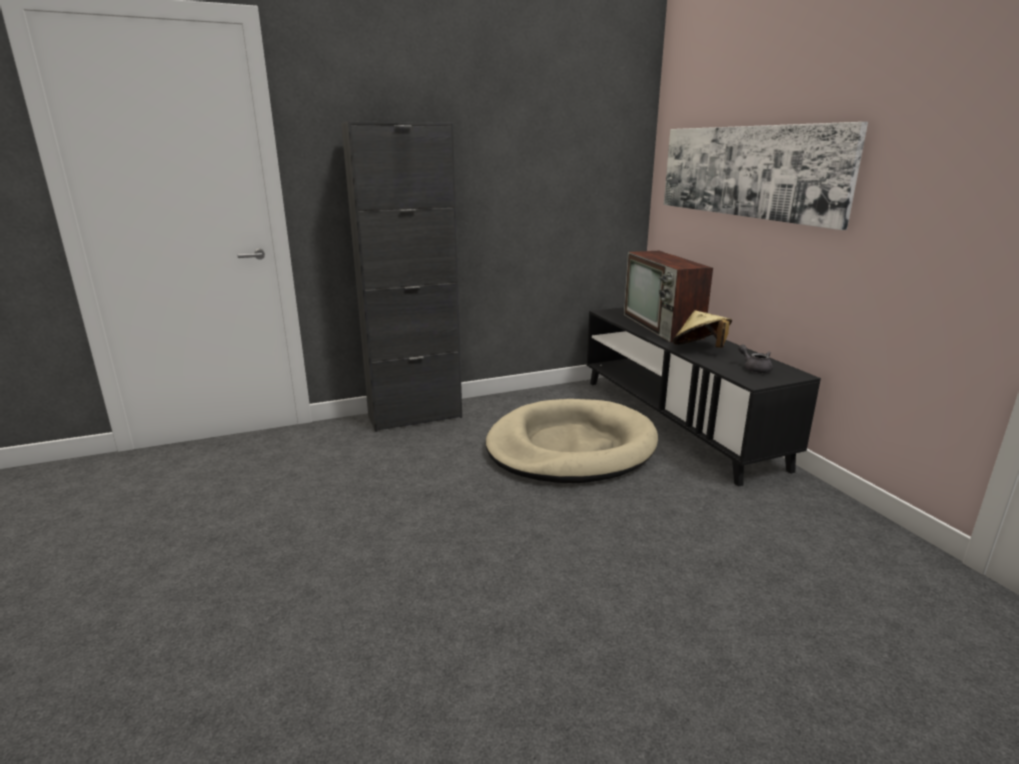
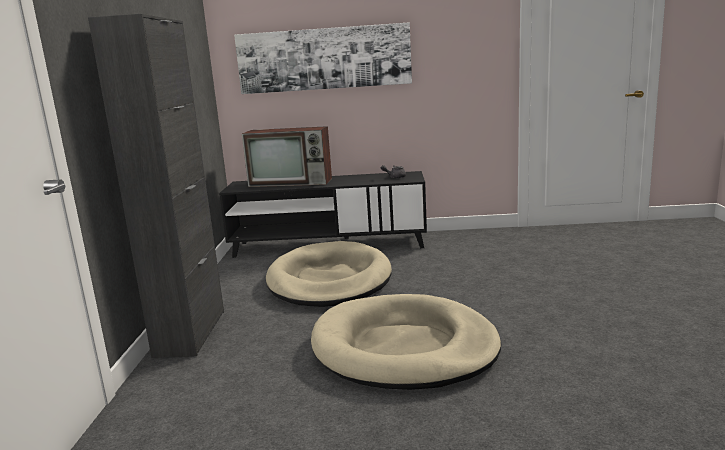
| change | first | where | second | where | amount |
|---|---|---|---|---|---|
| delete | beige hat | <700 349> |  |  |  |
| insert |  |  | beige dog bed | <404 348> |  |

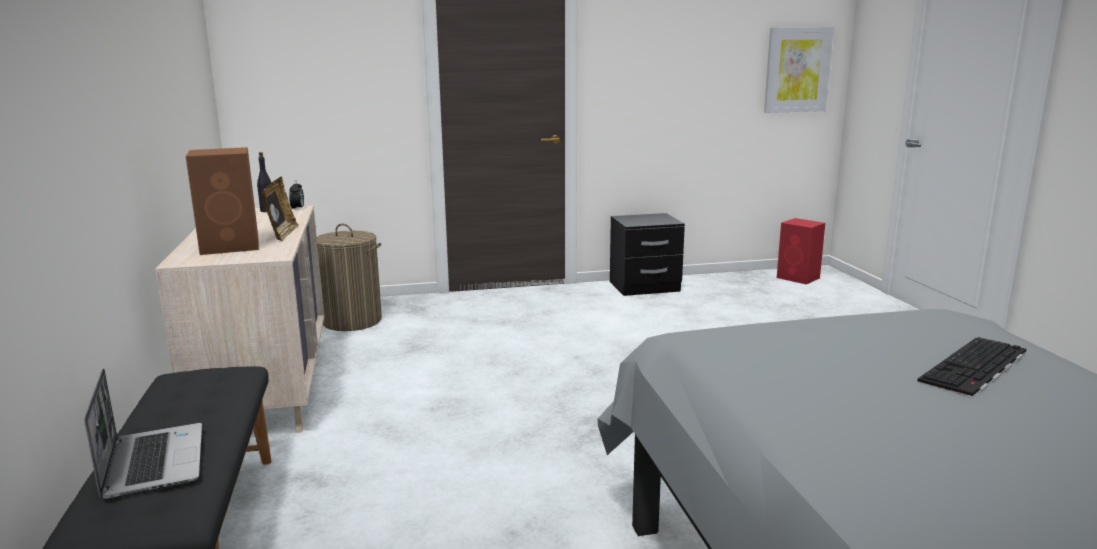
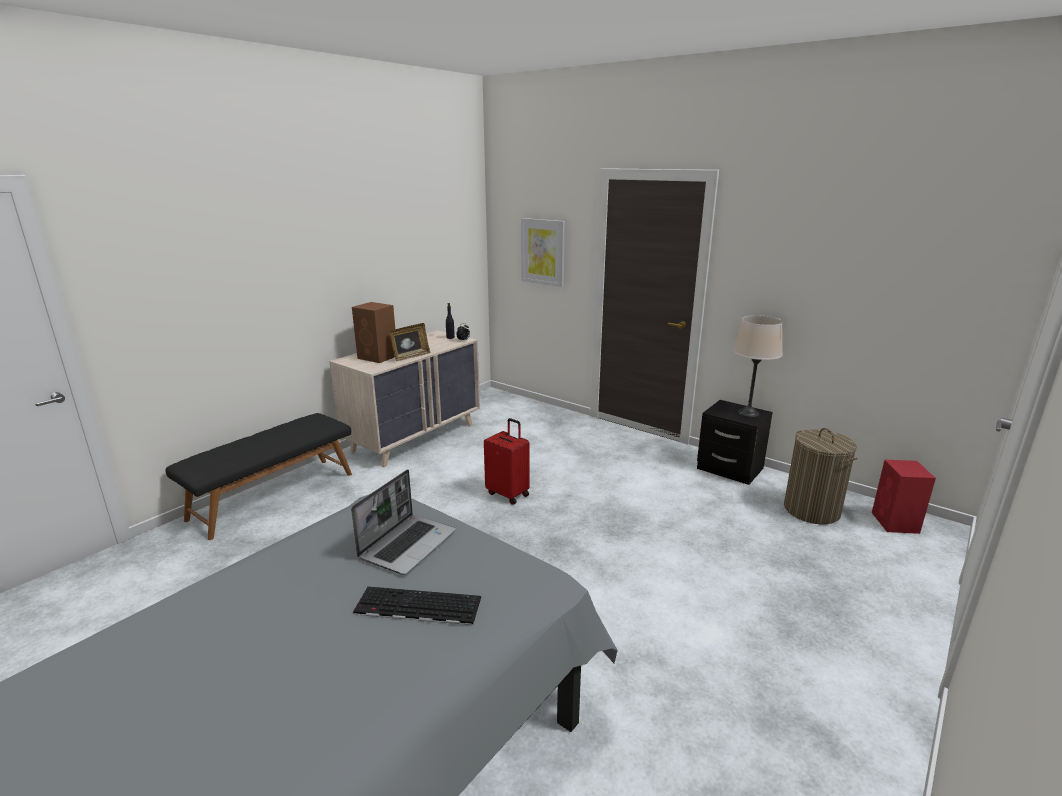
| change | first | where | second | where | amount |
|---|---|---|---|---|---|
| move | picture | <797 70> |  | <543 252> |  |
| move | laundry basket | <352 321> |  | <811 510> |  |
| move | laptop | <152 462> |  | <408 544> |  |
| insert |  |  | beige table lamp | <748 413> |  |
| insert |  |  | red suitcase | <508 494> |  |

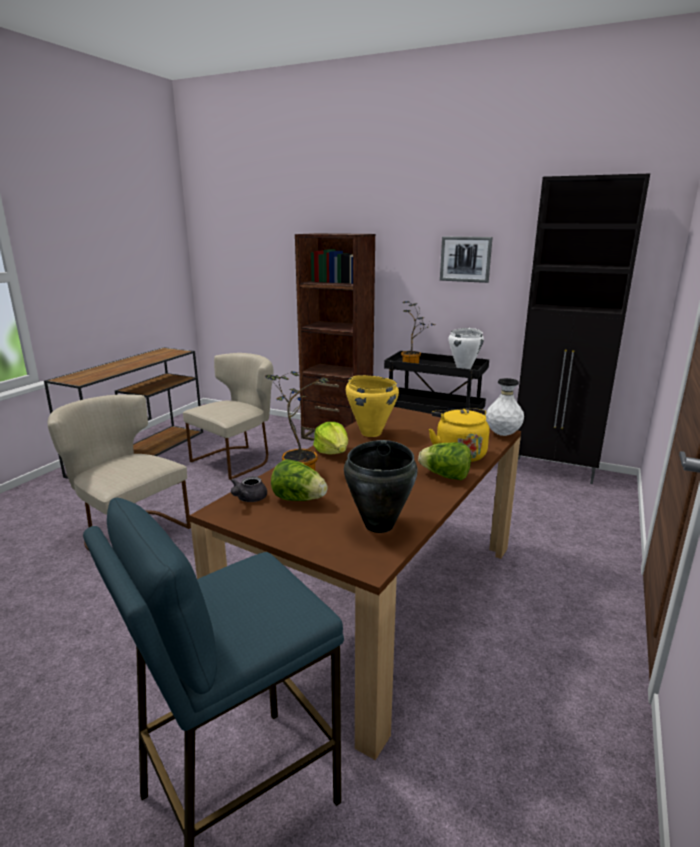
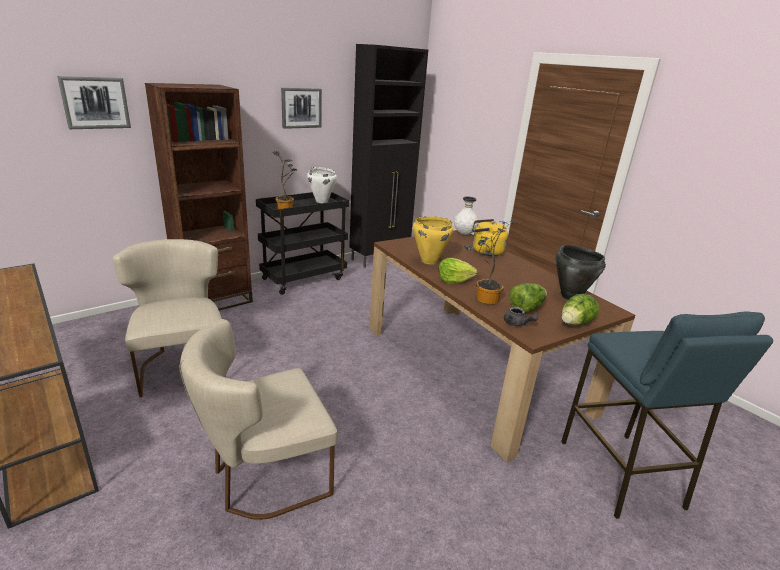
| change | first | where | second | where | amount |
|---|---|---|---|---|---|
| move | lettuce | <445 476> |  | <574 324> |  |
| insert |  |  | picture | <95 103> |  |

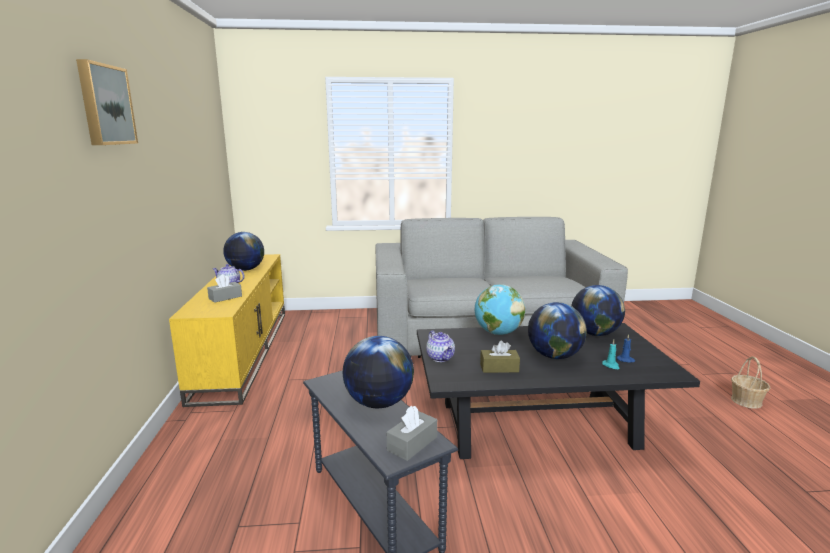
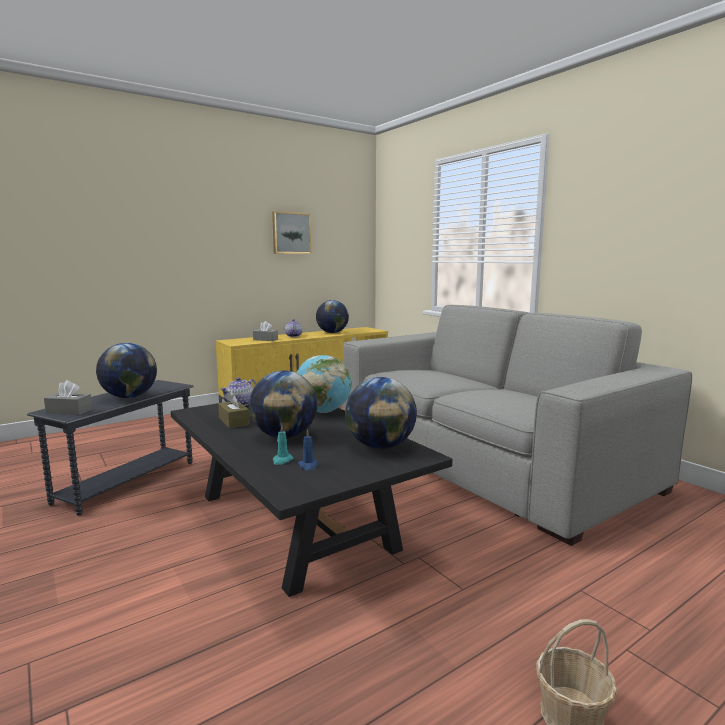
| change | first | where | second | where | amount |
|---|---|---|---|---|---|
| move | picture | <105 105> |  | <291 233> |  |

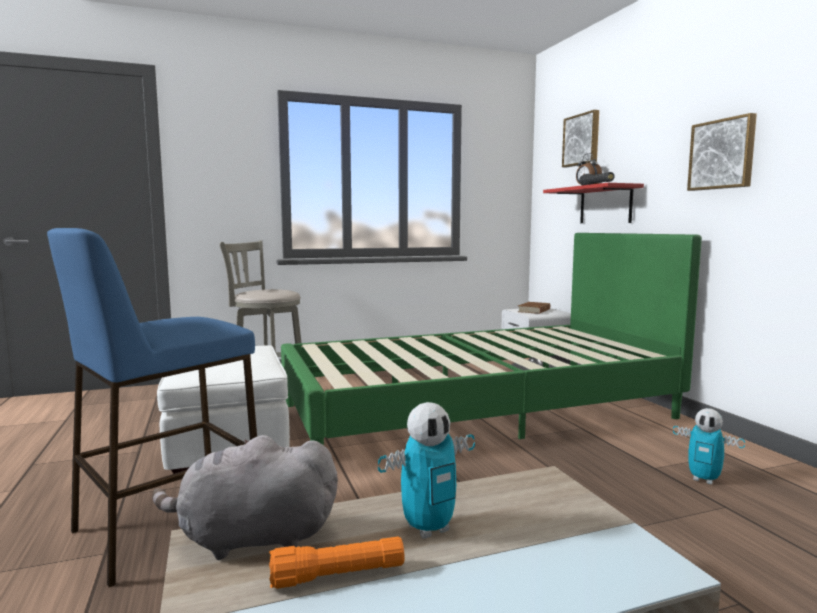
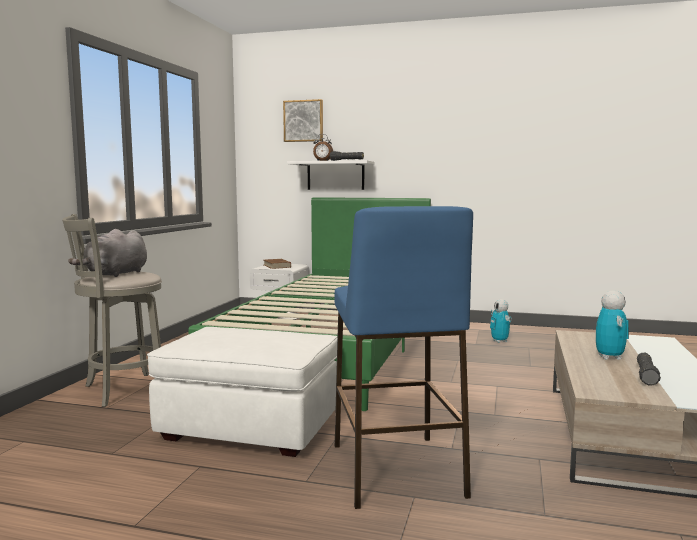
| change | first | where | second | where | amount |
|---|---|---|---|---|---|
| delete | picture | <722 154> |  |  |  |
| recolor | red shelf | <605 205> | white shelf | <335 175> |  |
| rotate | toy robot | <704 479> |  | <499 341> | 90 degrees clockwise |
| move | grey plush toy | <251 539> |  | <115 274> |  |
| recolor | orange flashlight | <338 576> | black flashlight | <646 376> |  |

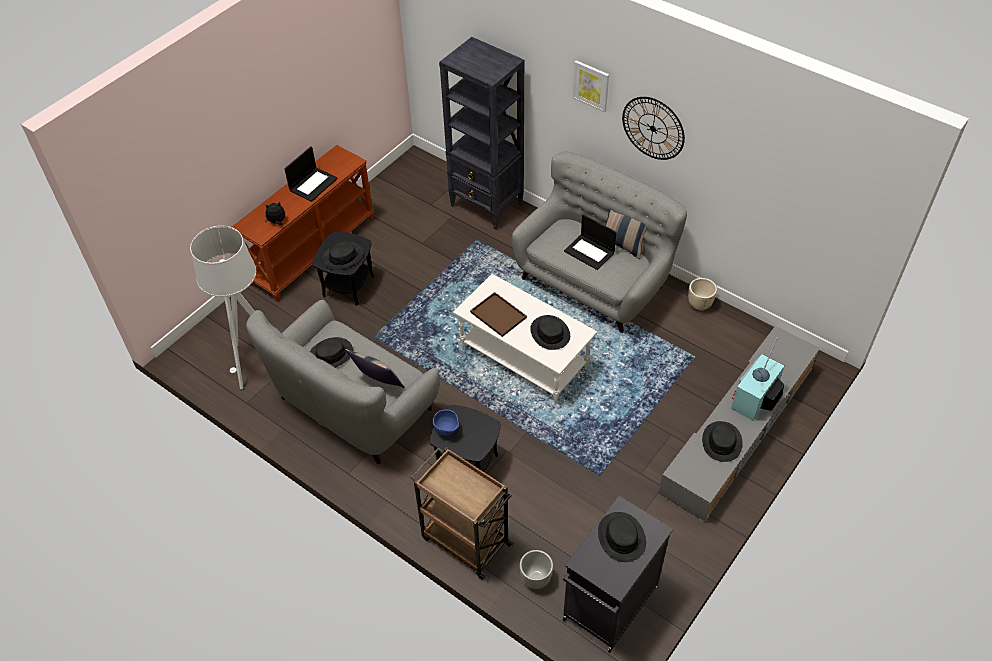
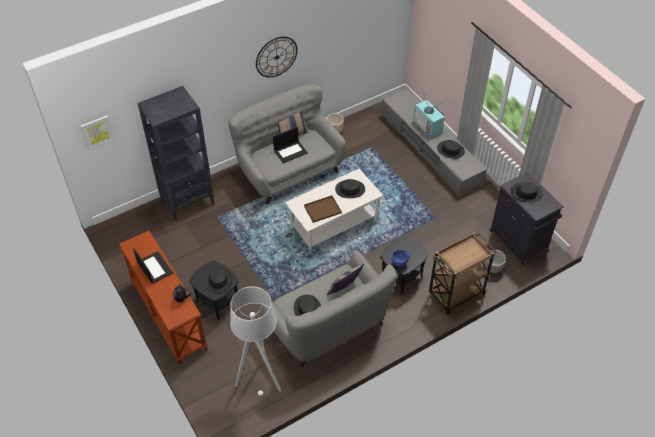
| change | first | where | second | where | amount |
|---|---|---|---|---|---|
| move | picture | <591 85> |  | <97 132> |  |

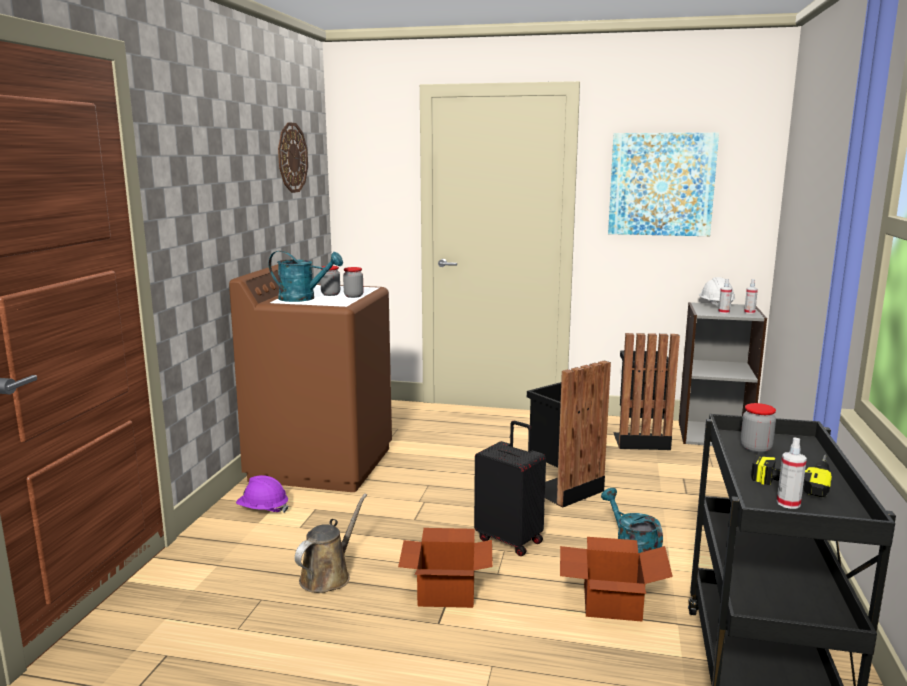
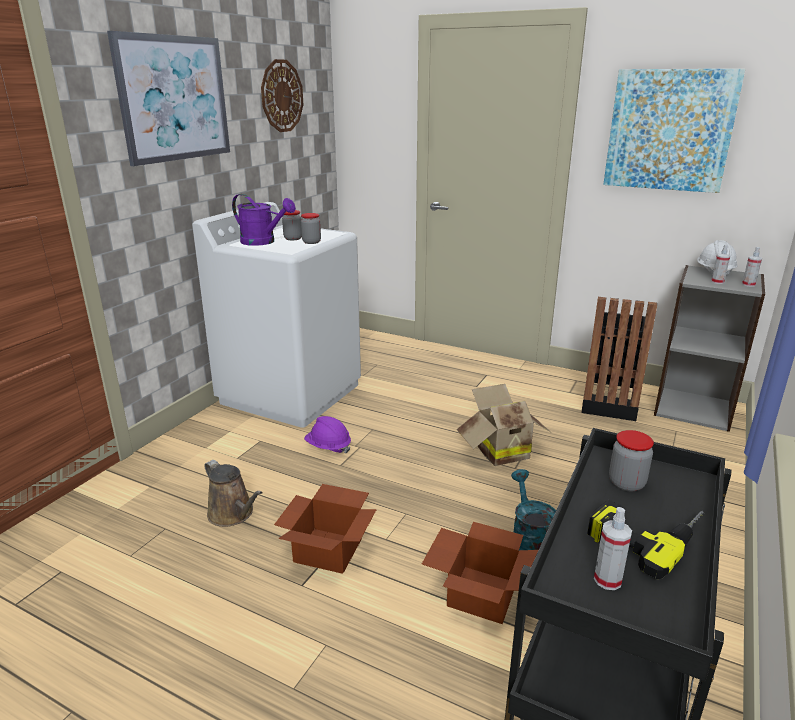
| change | first | where | second | where | amount |
|---|---|---|---|---|---|
| recolor | turquoise watering can | <303 298> | purple watering can | <263 242> |  |
| recolor | brown washing machine | <322 463> | white washing machine | <291 393> |  |
| replace | black trash can | <562 488> | cardboard box | <499 451> |  |
| delete | black suitcase | <510 540> |  |  |  |
| move | purple hard hat | <263 510> |  | <328 447> |  |
| rotate | brown watering can | <328 576> |  | <233 514> | 90 degrees clockwise |
| insert |  |  | picture | <174 99> |  |

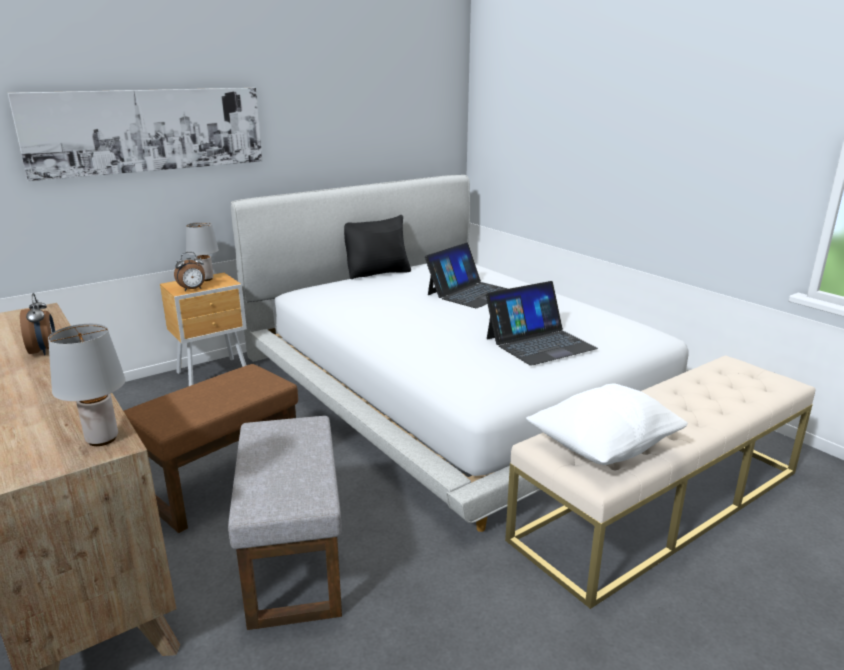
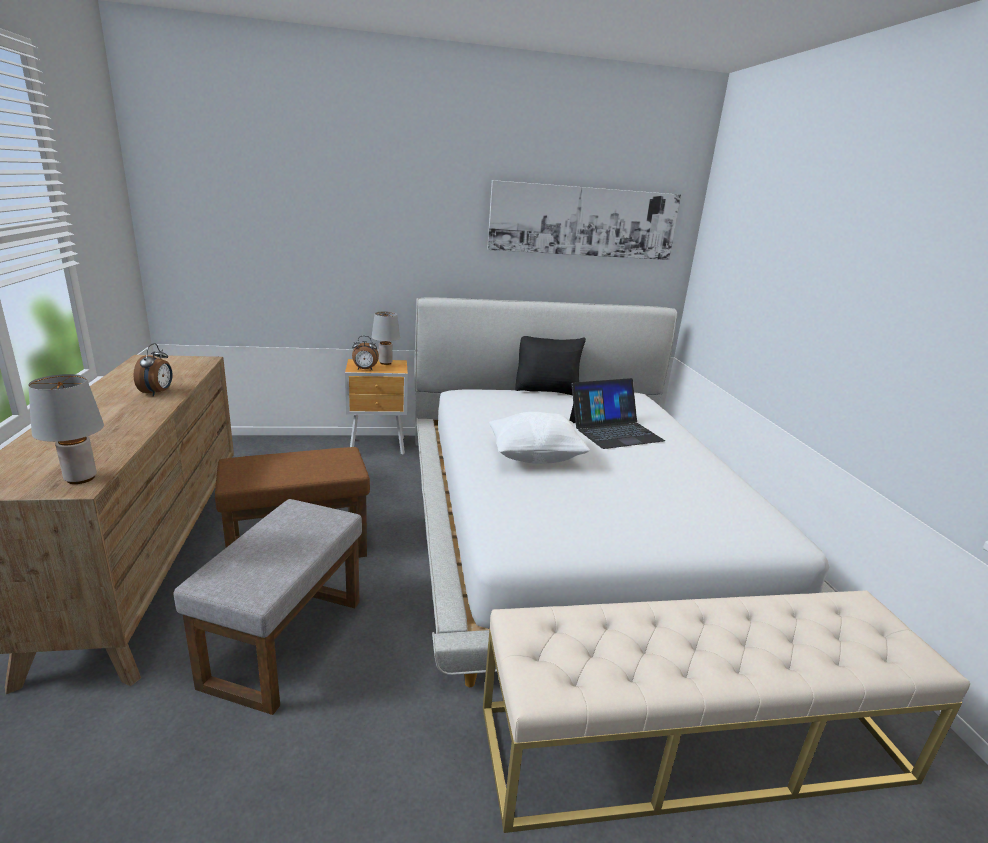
| change | first | where | second | where | amount |
|---|---|---|---|---|---|
| move | picture | <148 130> |  | <583 221> |  |
| delete | laptop | <539 343> |  |  |  |
| move | white pillow | <603 448> |  | <535 457> |  |

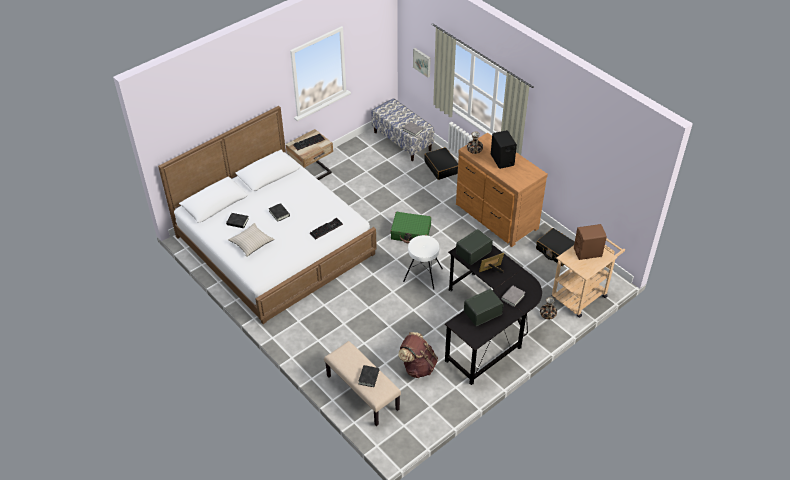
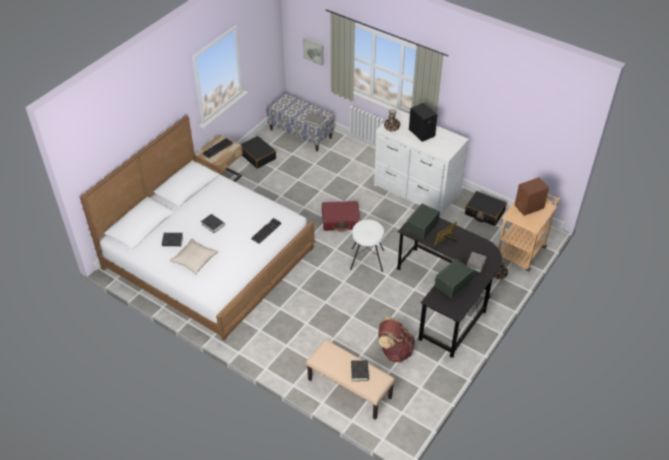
| change | first | where | second | where | amount |
|---|---|---|---|---|---|
| recolor | brown dresser | <495 217> | white dresser | <416 191> |  |
| move | black suitcase | <441 167> |  | <258 156> |  |
| recolor | green suitcase | <411 232> | red suitcase | <341 220> |  |

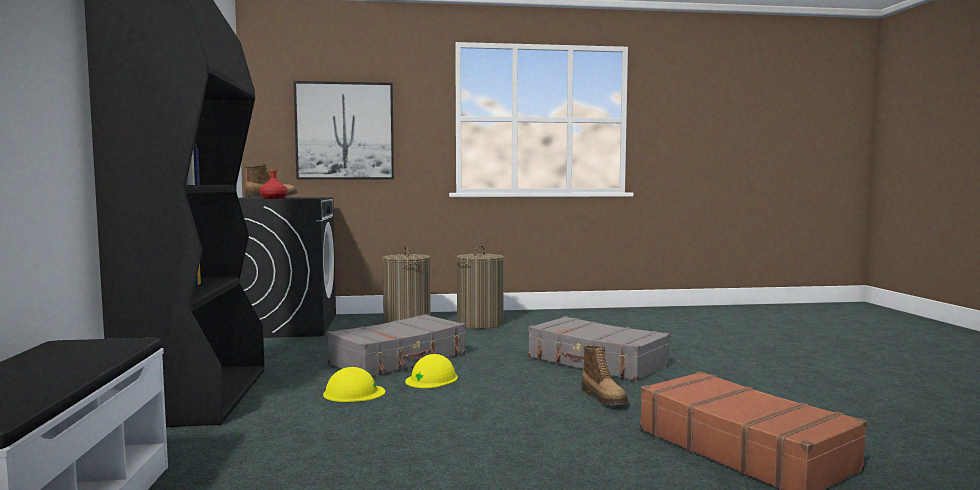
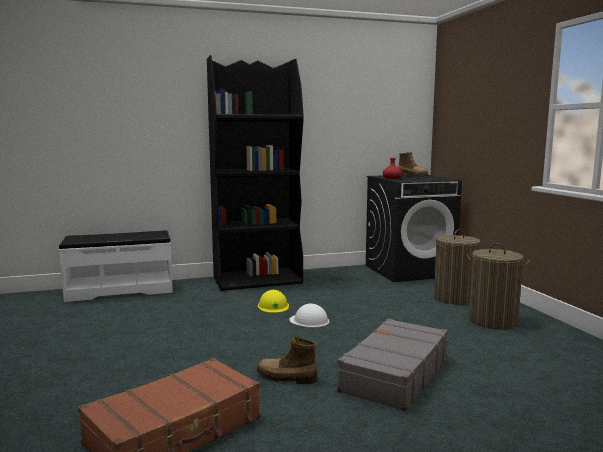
| change | first | where | second | where | amount |
|---|---|---|---|---|---|
| delete | picture | <345 131> |  |  |  |
| delete | grey suitcase | <399 359> |  |  |  |
| rotate | boot | <604 398> |  | <286 378> | 45 degrees clockwise |
| recolor | yellow hard hat | <432 379> | white hard hat | <309 320> |  |

